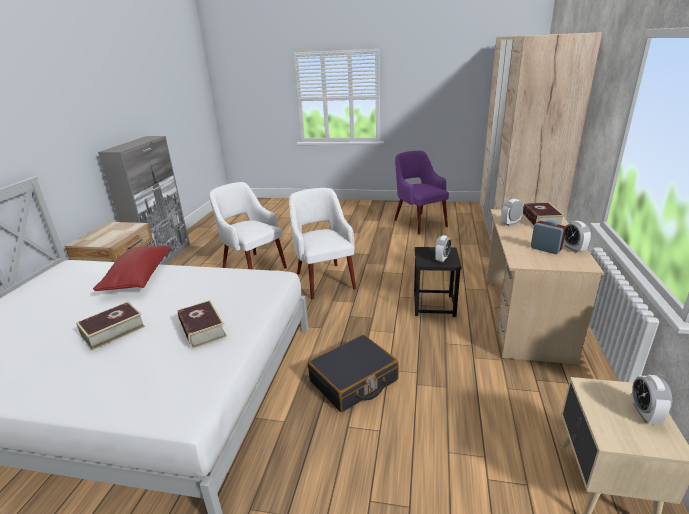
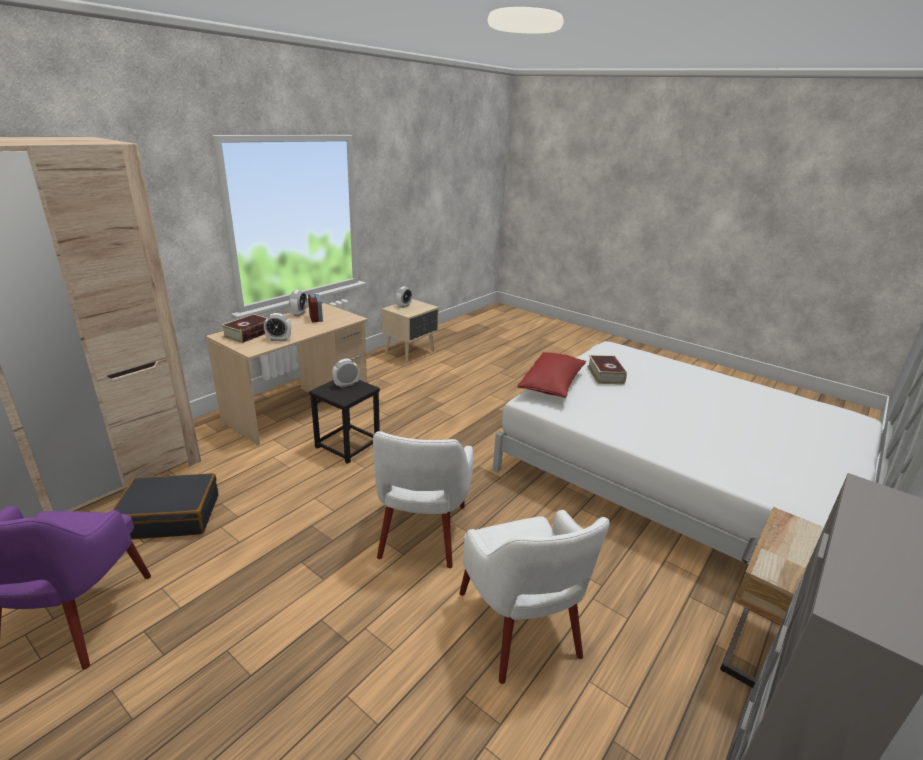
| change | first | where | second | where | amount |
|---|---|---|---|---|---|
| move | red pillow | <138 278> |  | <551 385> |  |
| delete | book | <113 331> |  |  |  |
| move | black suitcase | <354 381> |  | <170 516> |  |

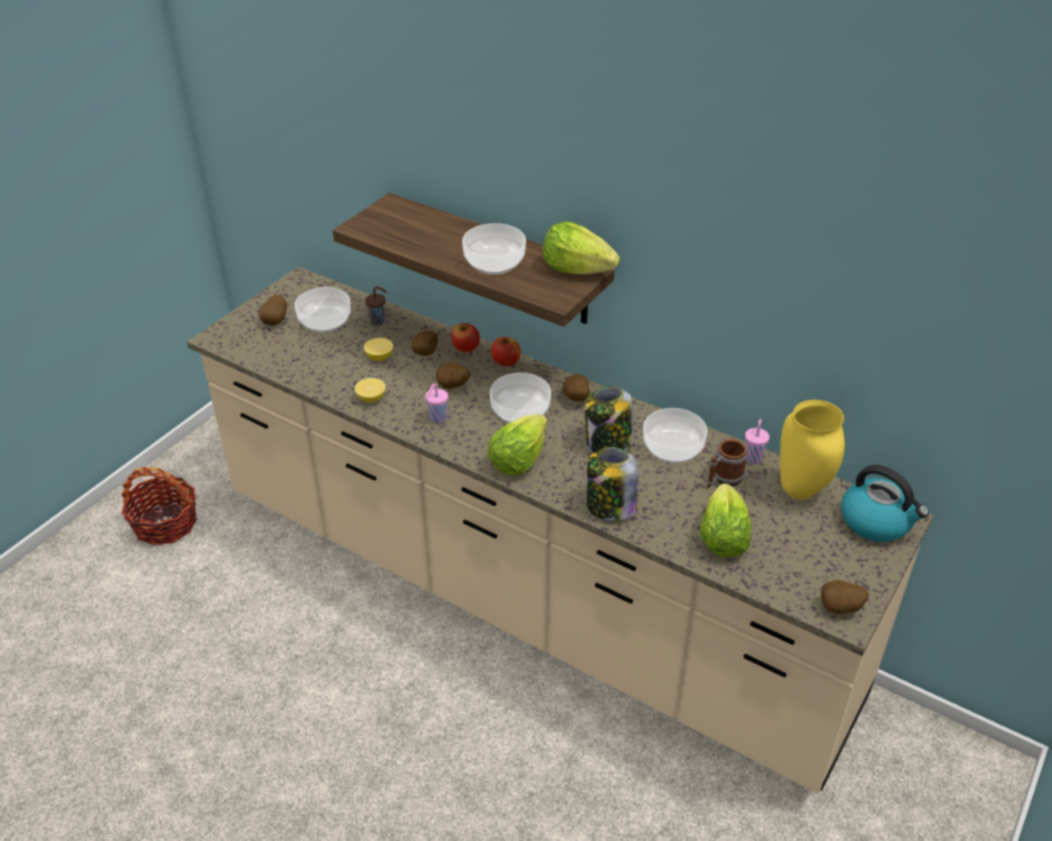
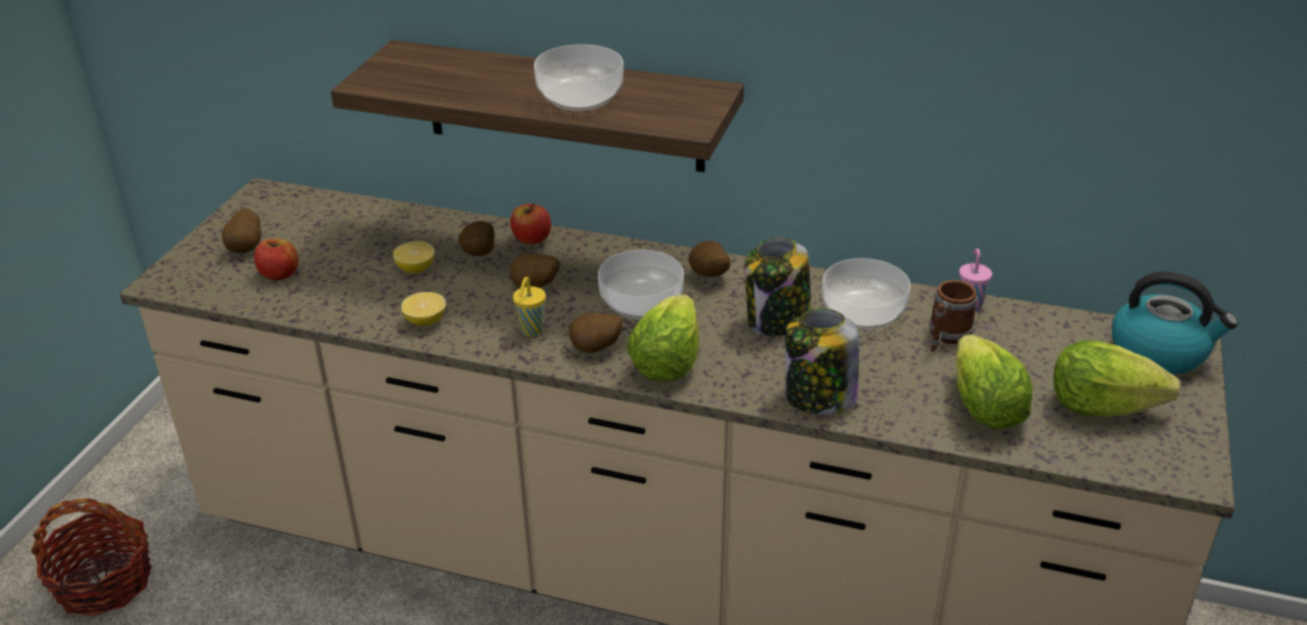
| change | first | where | second | where | amount |
|---|---|---|---|---|---|
| move | lettuce | <576 269> |  | <1100 406> |  |
| delete | brown cup | <378 321> |  |  |  |
| delete | bowl | <324 321> |  |  |  |
| move | apple | <506 361> |  | <280 274> |  |
| recolor | pink cup | <437 419> | yellow cup | <531 331> |  |
| delete | yellow vase | <802 491> |  |  |  |
| move | potato | <840 609> |  | <596 350> |  |

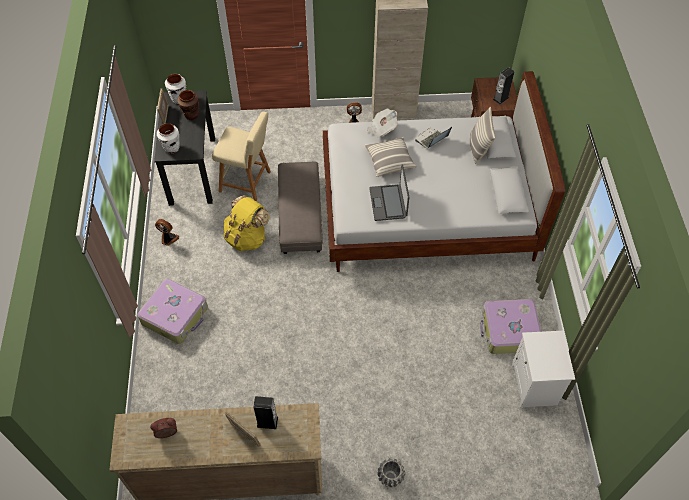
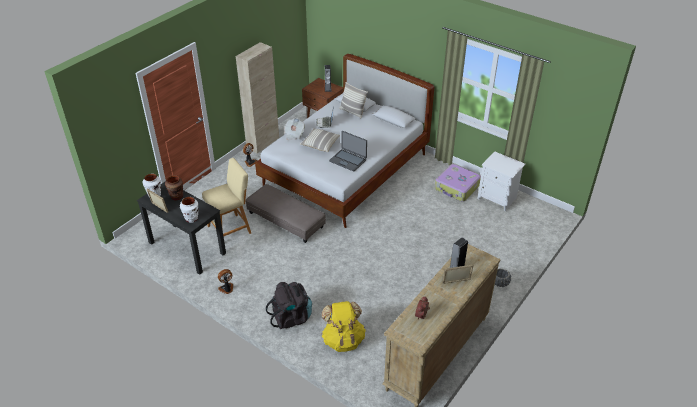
| change | first | where | second | where | amount |
|---|---|---|---|---|---|
| move | yellow backpack | <247 237> |  | <343 340> |  |
| replace | suitcase | <175 315> | black backpack | <291 317> |  |

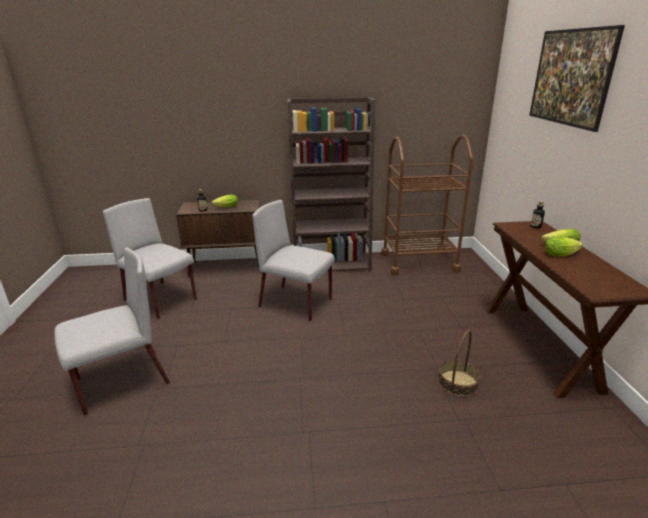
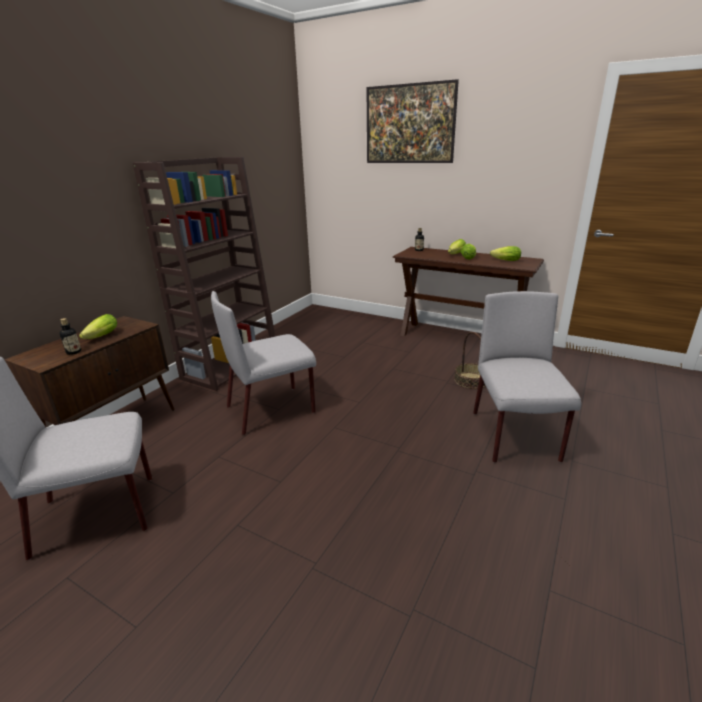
| change | first | where | second | where | amount |
|---|---|---|---|---|---|
| delete | brown cart | <418 262> |  |  |  |
| move | grey chair | <120 382> |  | <515 437> |  |
| insert |  |  | lettuce | <504 260> |  |

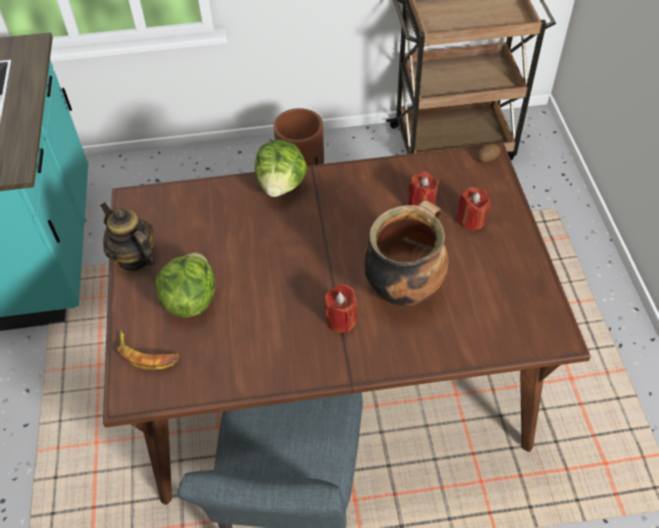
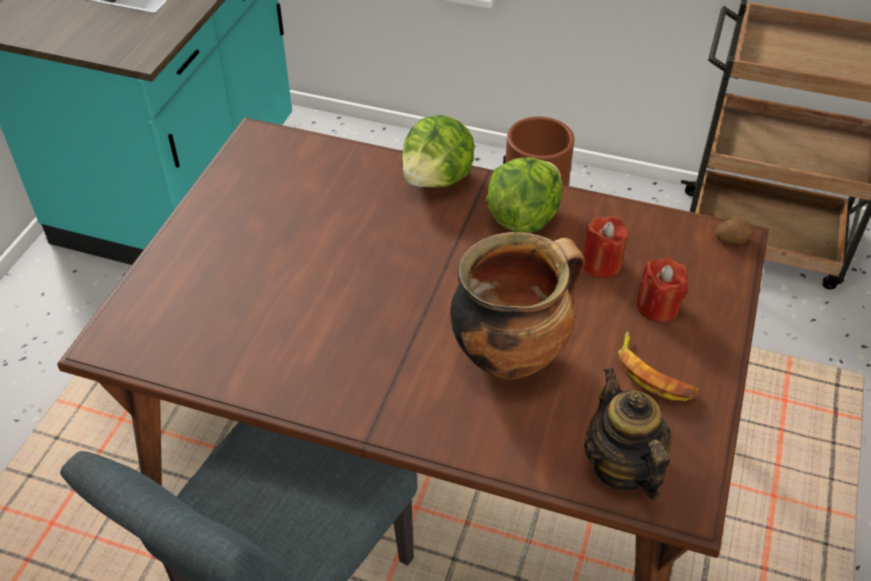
| change | first | where | second | where | amount |
|---|---|---|---|---|---|
| move | teapot | <134 258> |  | <621 467> |  |
| move | lettuce | <190 300> |  | <522 218> |  |
| delete | red candle | <341 320> |  |  |  |
| move | banana | <147 354> |  | <653 374> |  |

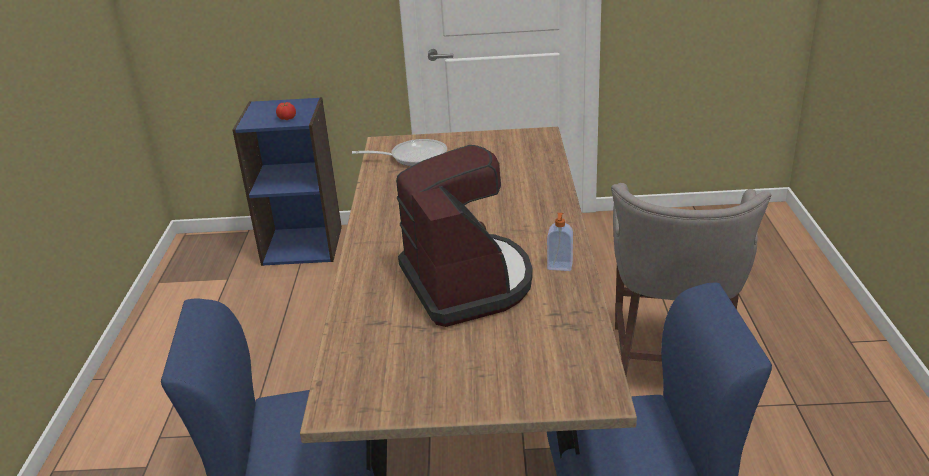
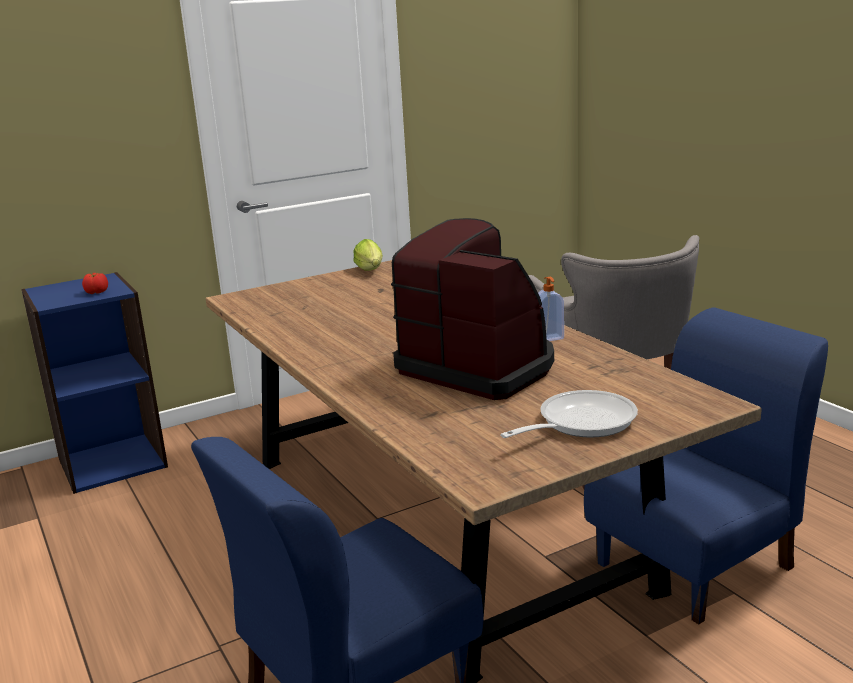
| change | first | where | second | where | amount |
|---|---|---|---|---|---|
| move | frying pan | <413 157> |  | <580 423> |  |
| insert |  |  | lettuce | <371 271> |  |

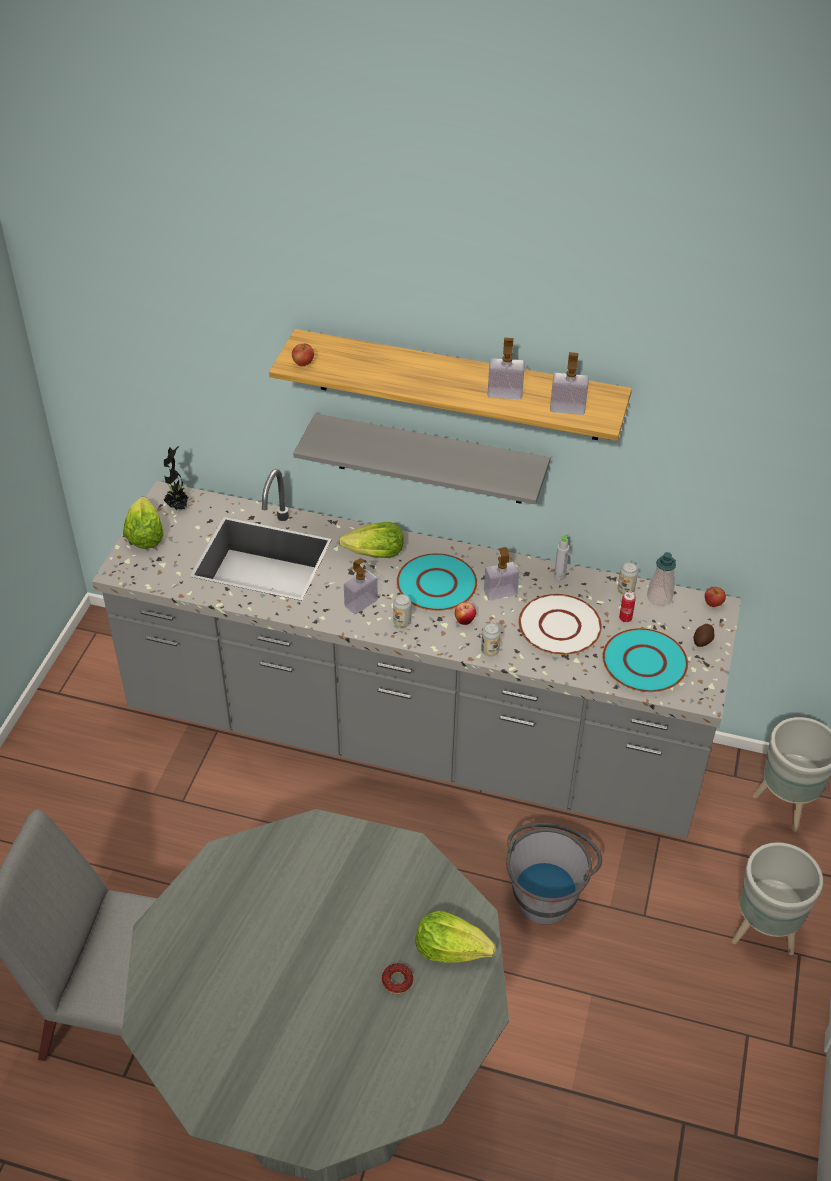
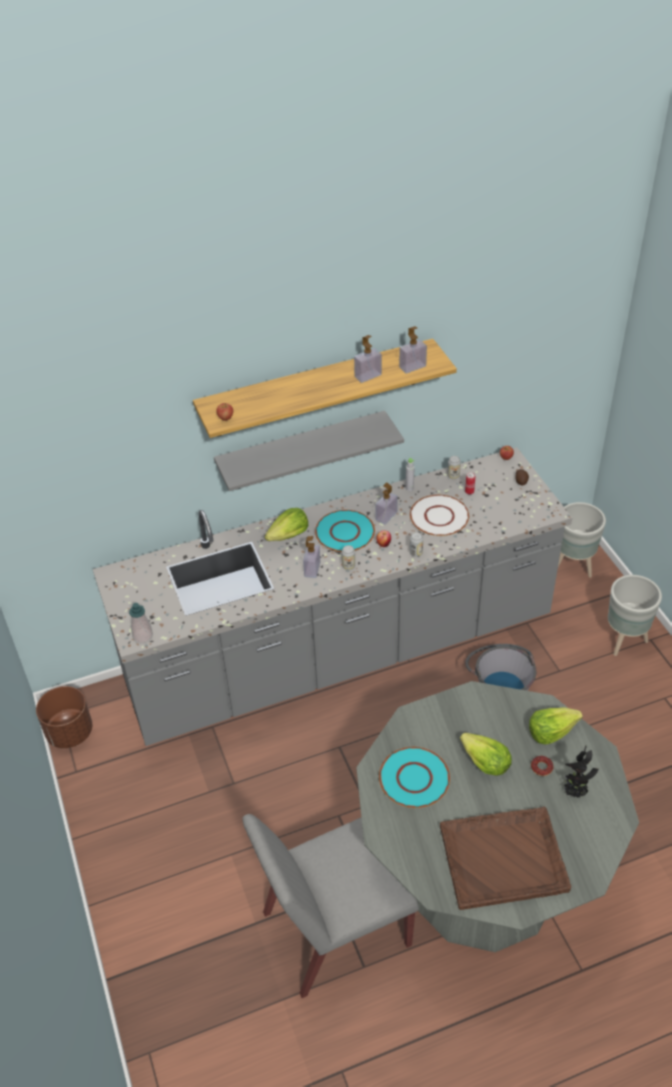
| change | first | where | second | where | amount |
|---|---|---|---|---|---|
| move | potted plant | <178 507> |  | <575 792> |  |
| move | lettuce | <144 535> |  | <485 762> |  |
| move | soap dispenser | <659 597> |  | <143 636> |  |
| move | turquoise plate | <644 662> |  | <414 778> |  |
| insert |  |  | brown planter | <69 732> |  |
| insert |  |  | brown tray | <504 858> |  |

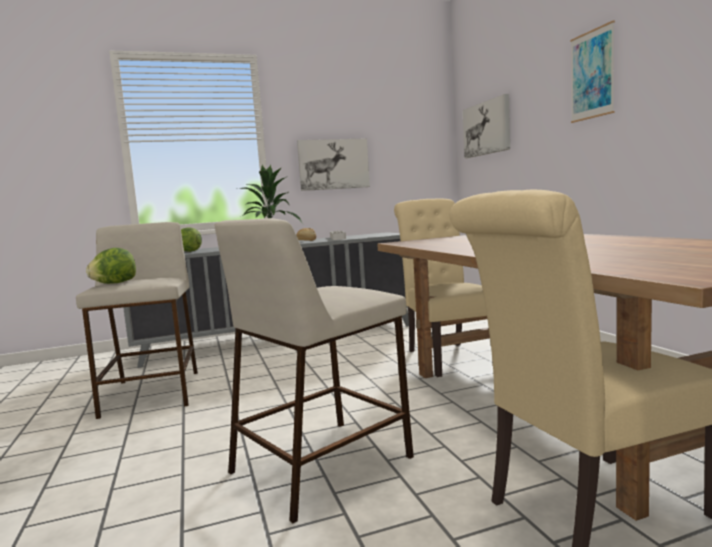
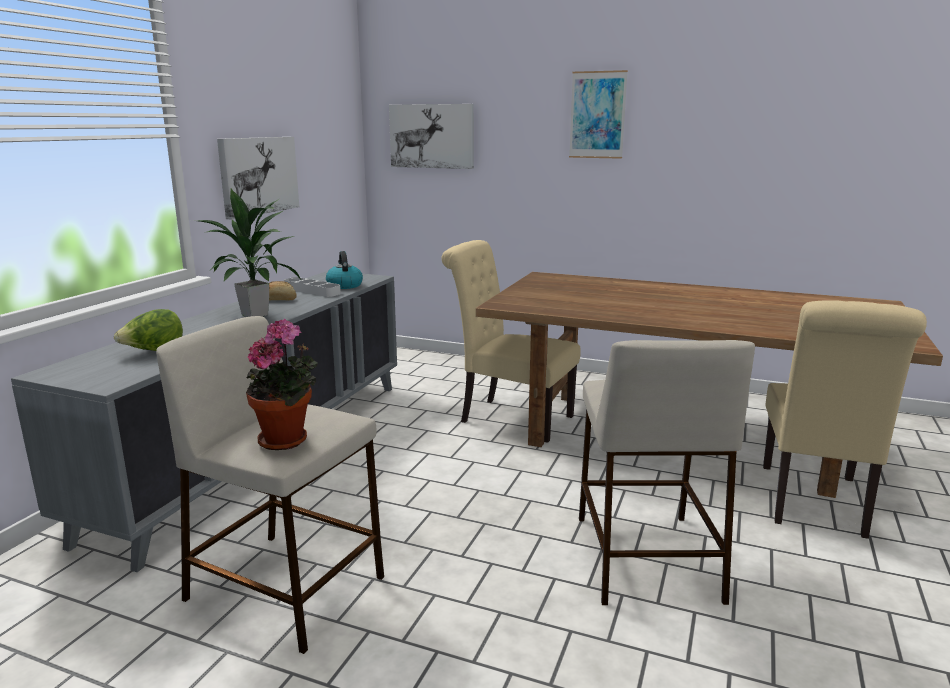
| change | first | where | second | where | amount |
|---|---|---|---|---|---|
| replace | lettuce | <114 283> | potted plant | <287 440> |  |
| insert |  |  | kettle | <344 285> |  |

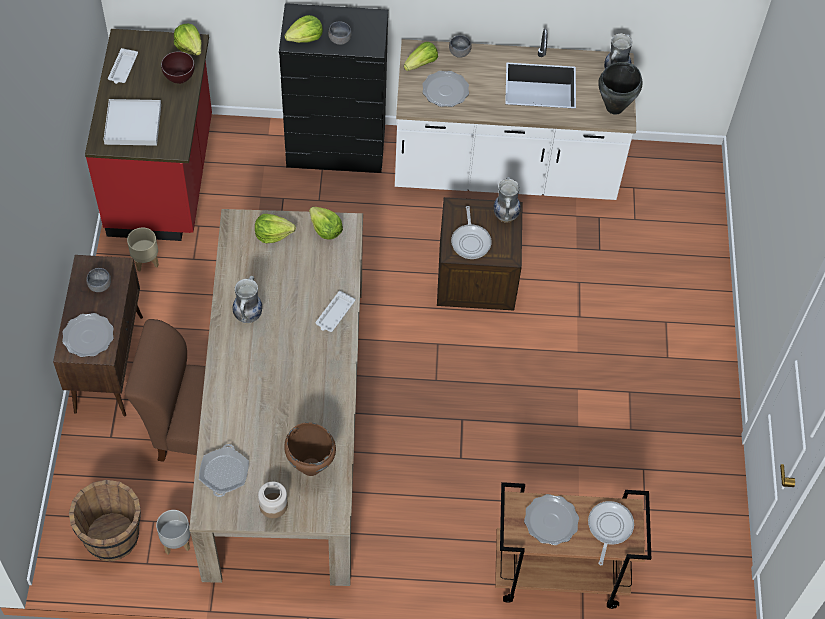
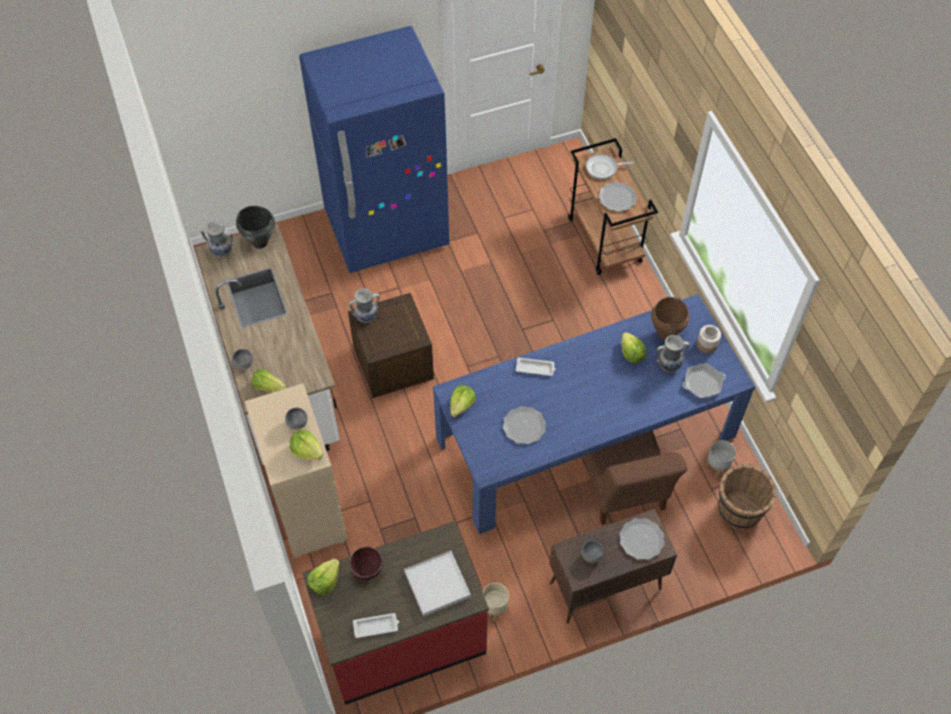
| change | first | where | second | where | amount |
|---|---|---|---|---|---|
| recolor | black dresser | <336 149> | beige dresser | <308 510> |  |
| move | plate | <445 90> |  | <524 426> |  |
| delete | frying pan | <471 241> |  |  |  |
| recolor | beige dining table | <286 422> | blue dining table | <585 437> |  |
| move | lettuce | <273 234> |  | <631 353> |  |
| move | vase | <248 315> |  | <668 365> |  |
| insert |  |  | blue fridge | <387 230> |  |

